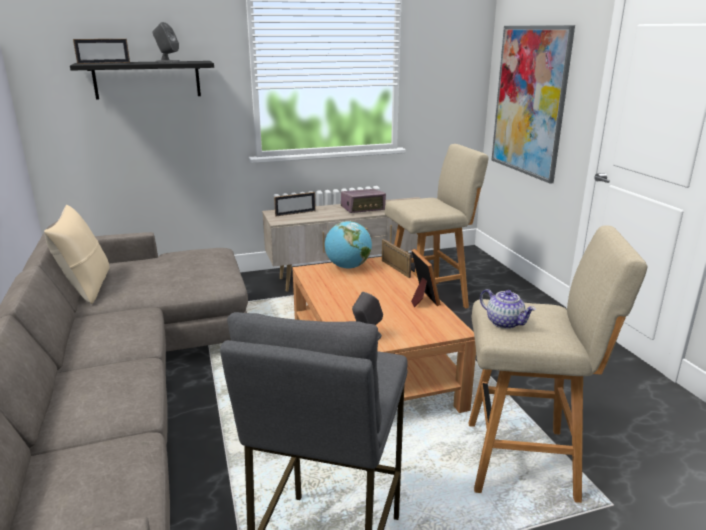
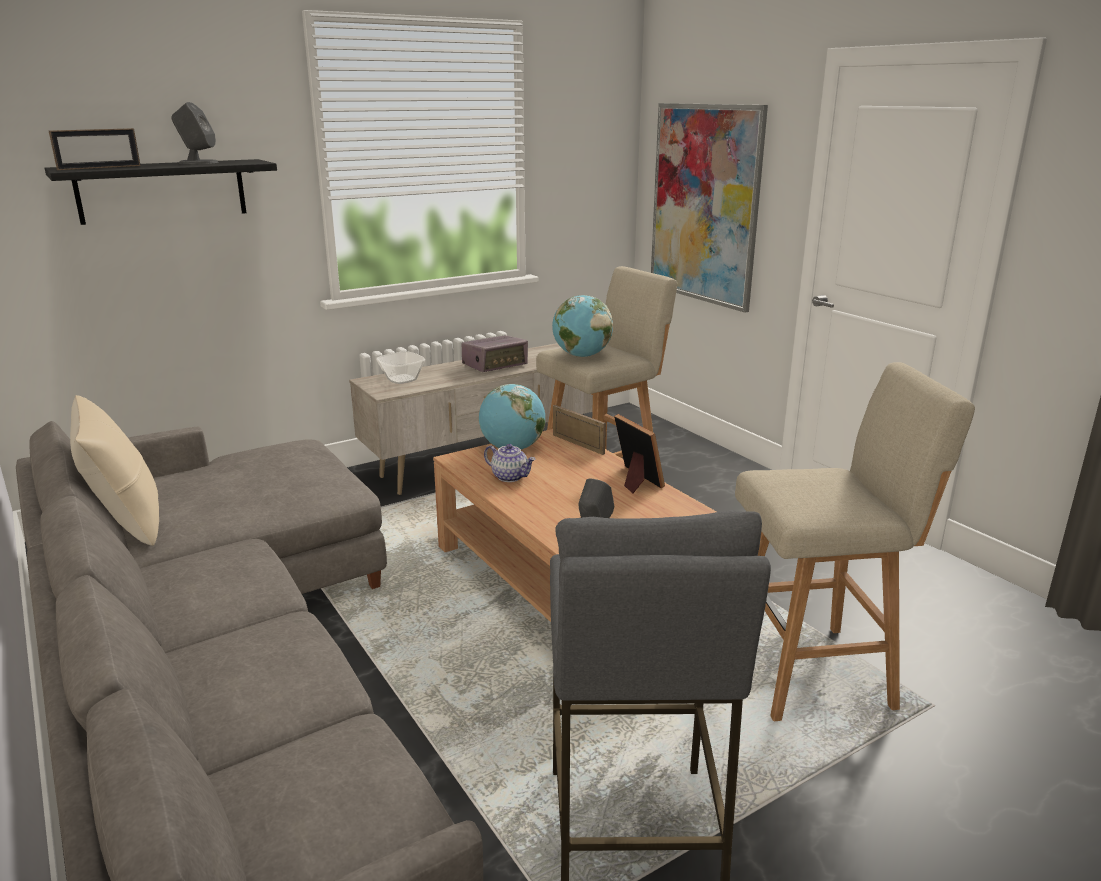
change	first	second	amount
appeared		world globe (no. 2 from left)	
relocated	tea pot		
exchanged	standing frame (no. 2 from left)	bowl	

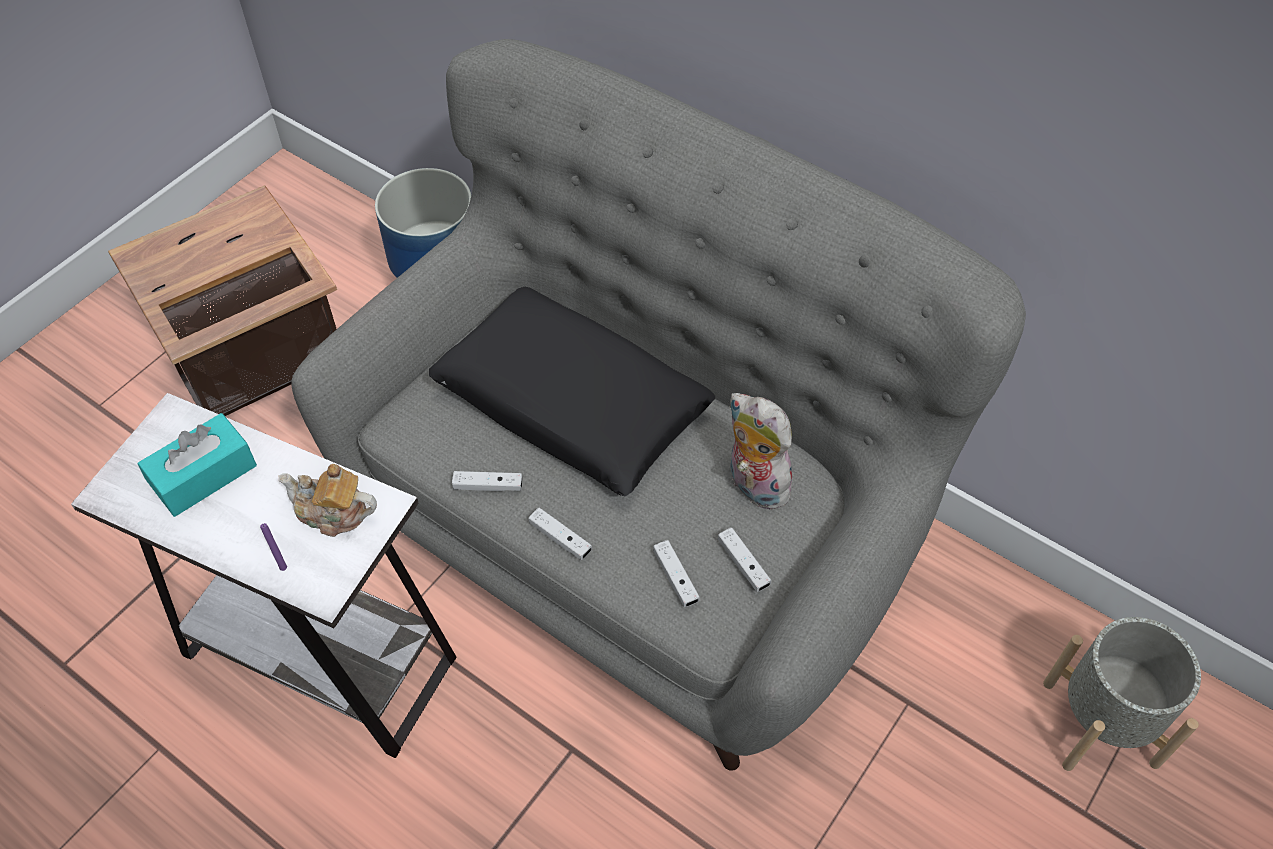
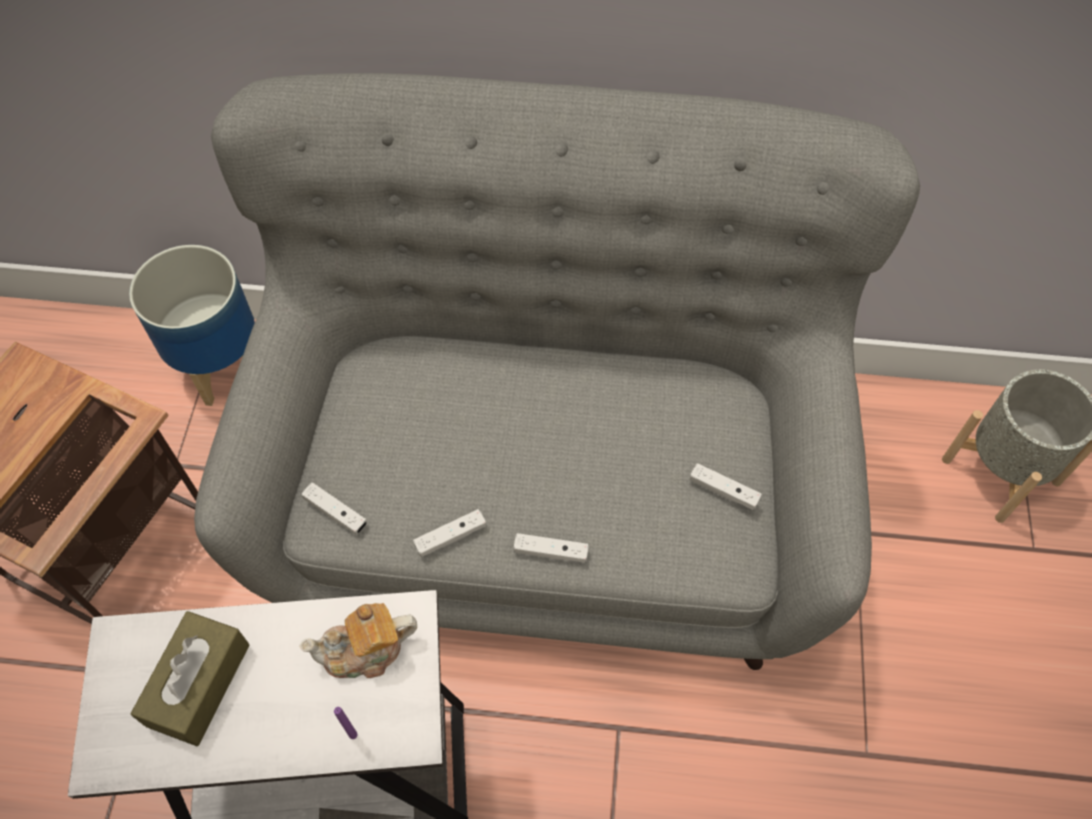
change	first	second	amount
missing	cushion in blackish		
missing	soft toy		
relocated	gamepad in whitish (no. 3 from left in the first image)	gamepad in whitish (no. 1 from left)	
colour	tissue box in blue-green	tissue box in brown	

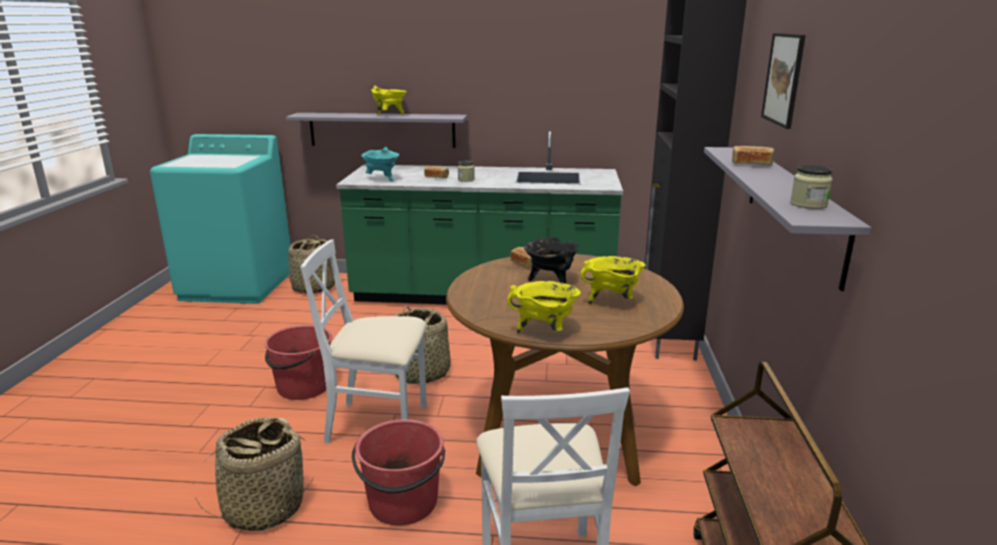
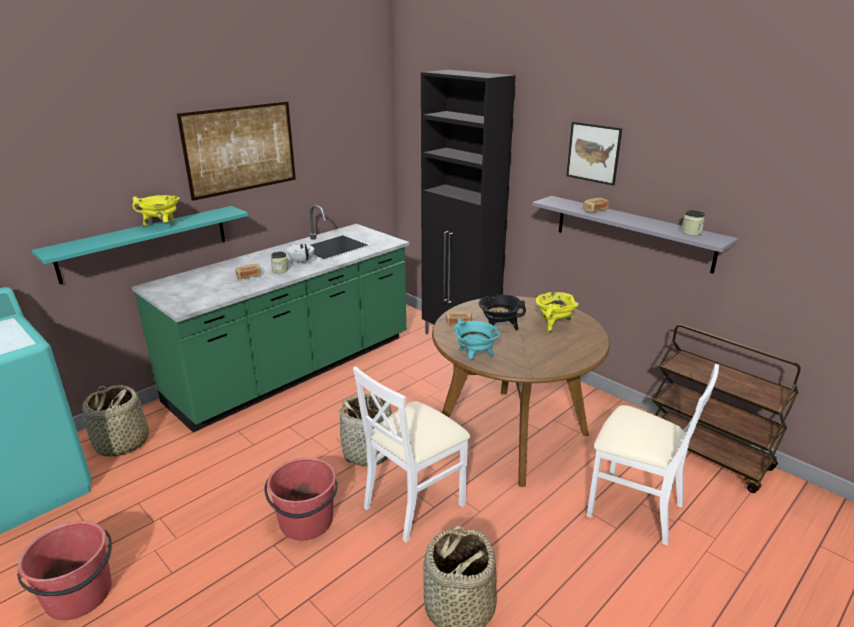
change	first	second	amount
missing	cooking pot in yellow (no. 2 from left)		
appeared		picture (no. 1 from left)	
appeared		tea pot in whitish	
relocated	water bucket in red-coloured (no. 2 from left in the first image)	water bucket in red-coloured (no. 1 from left)	
relocated	cooking pot in blue-green		
colour	bracket shelf in grey (no. 1 from left)	bracket shelf in blue-green	

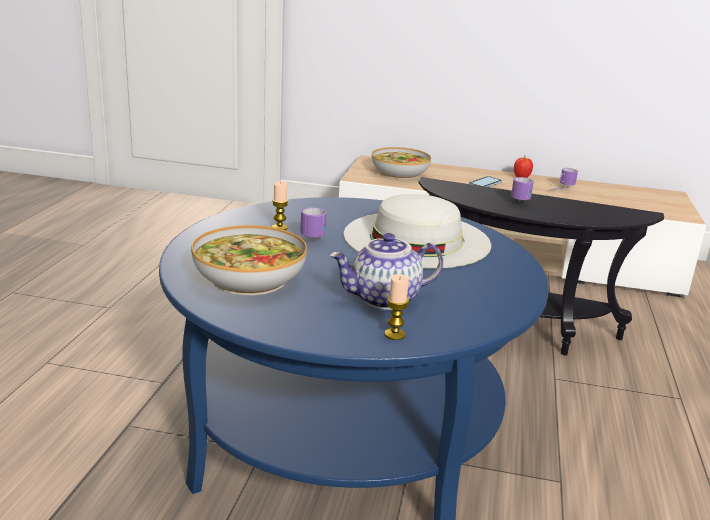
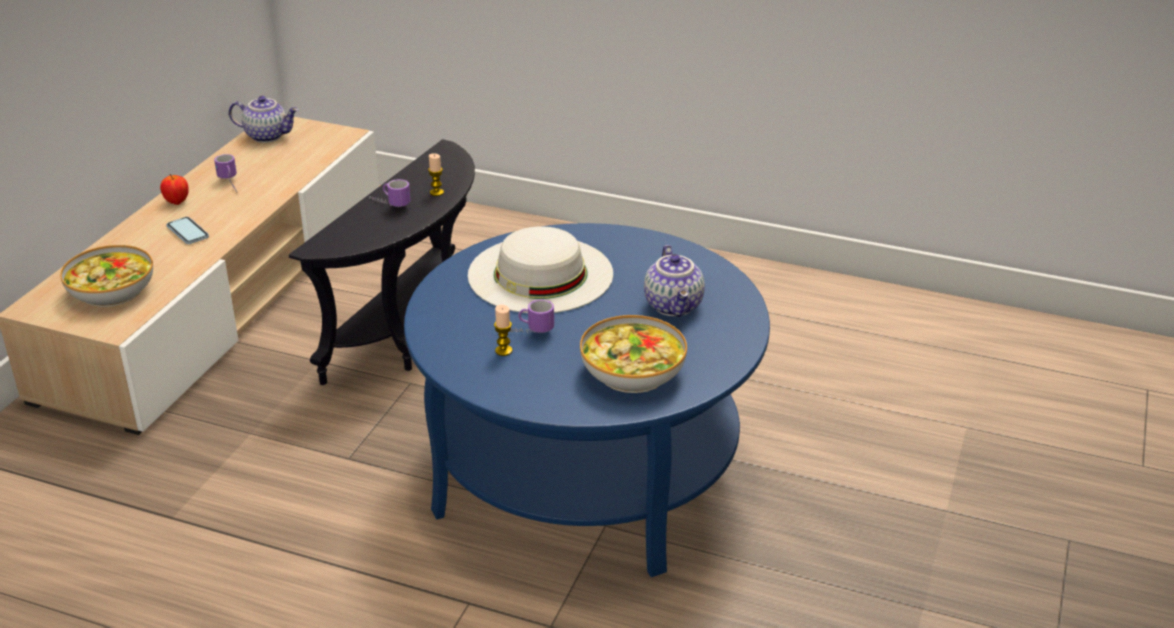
change	first	second	amount
appeared		tea pot (no. 1 from left)	
relocated	wax candle (no. 2 from left in the first image)	wax candle (no. 1 from left)	

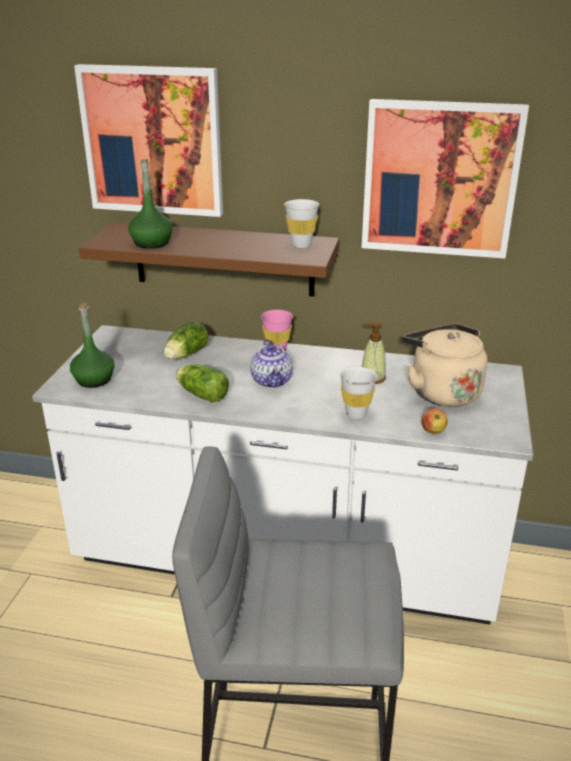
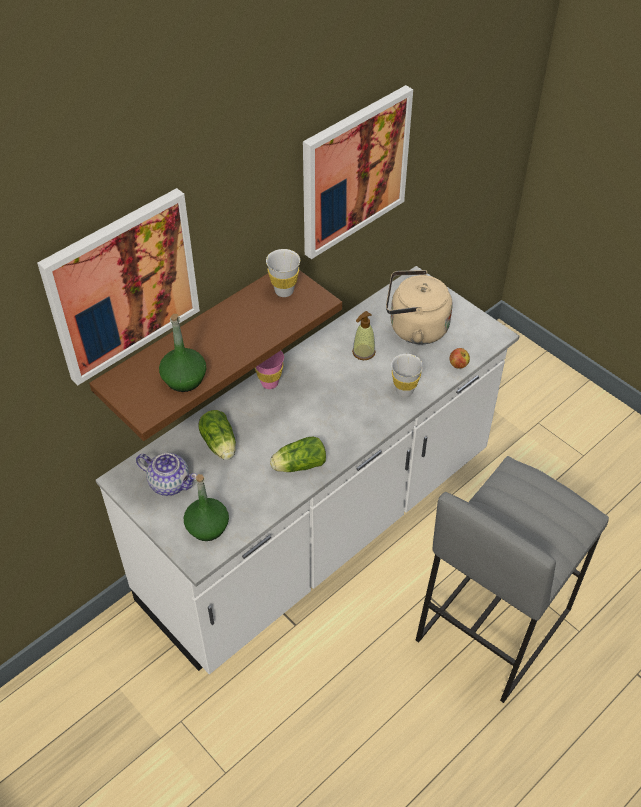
change	first	second	amount
relocated	tea pot		

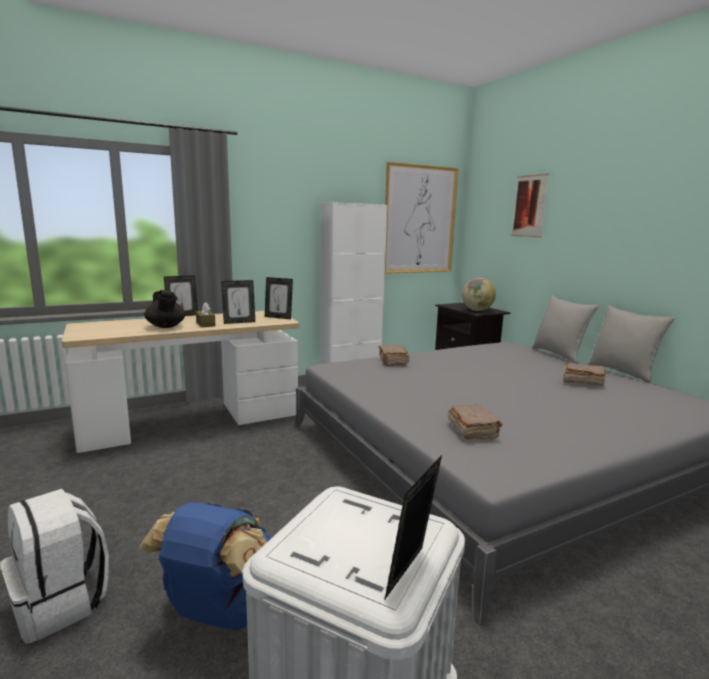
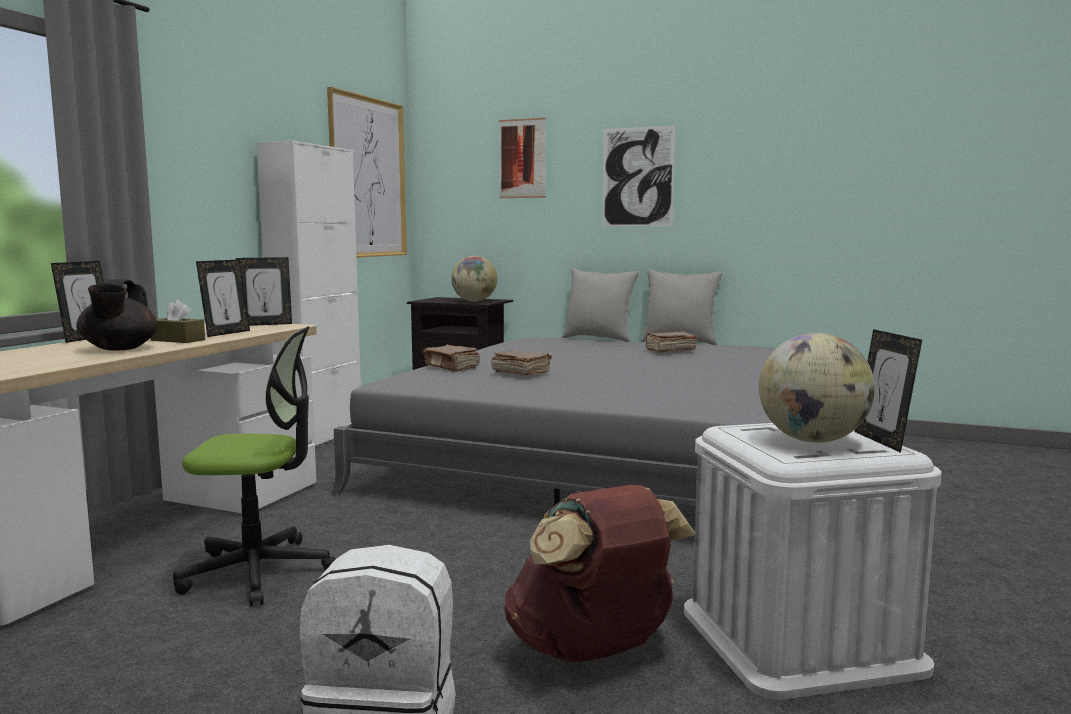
change	first	second	amount
appeared		computer chair	
appeared		picture (no. 3 from left)	
appeared		world globe (no. 2 from left)	
relocated	volume in brown (no. 2 from left)		
colour	backpack in blue	backpack in brown	
spun	tea pot in blackish		60 degrees clockwise

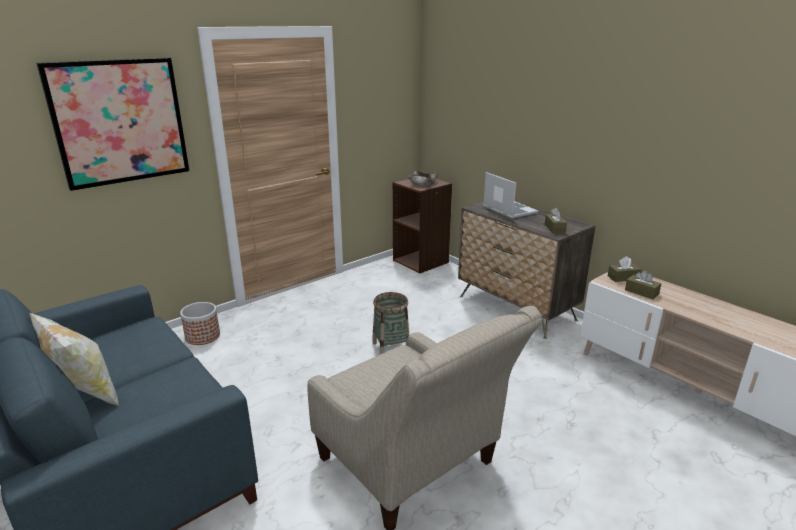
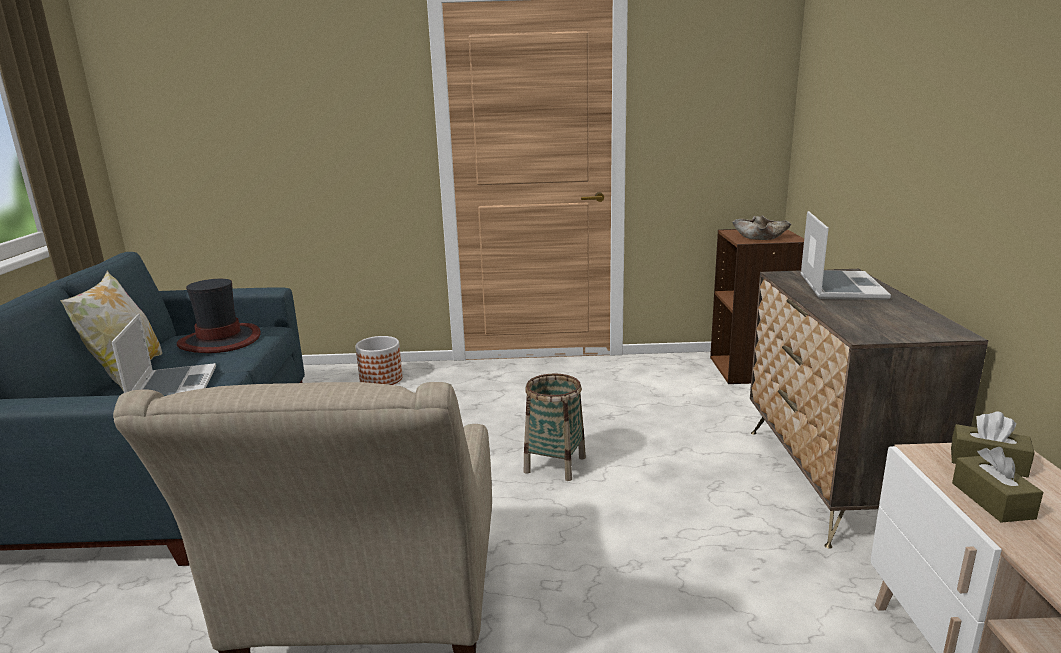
change	first	second	amount
missing	picture		
missing	tissue box in brown (no. 1 from left)		
appeared		portable computer (no. 1 from left)	
appeared		hat	

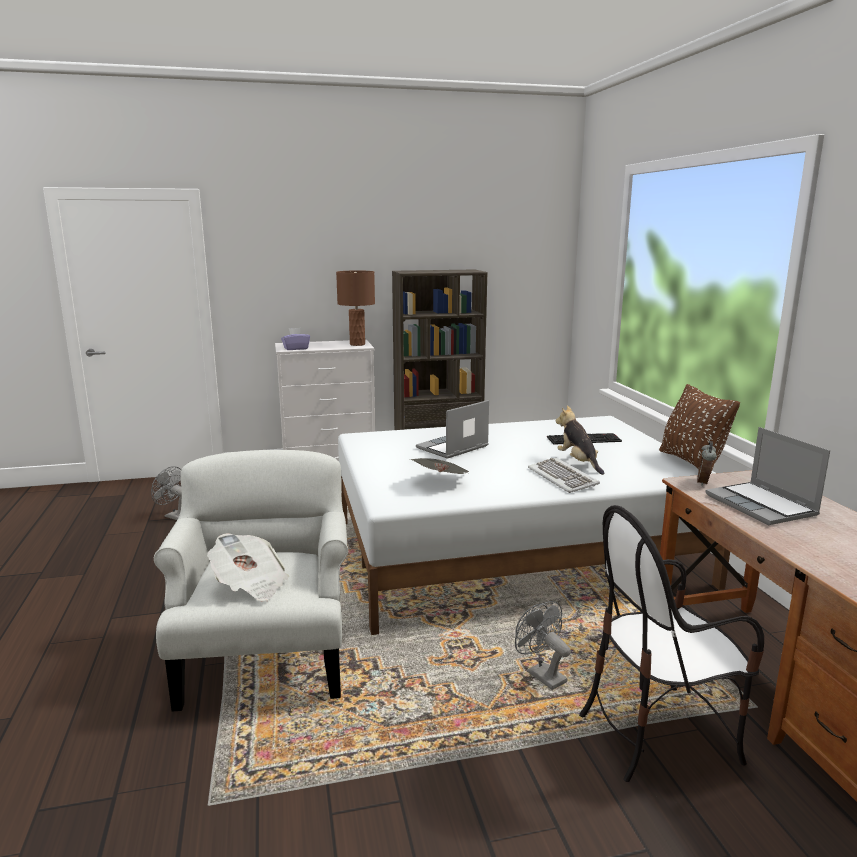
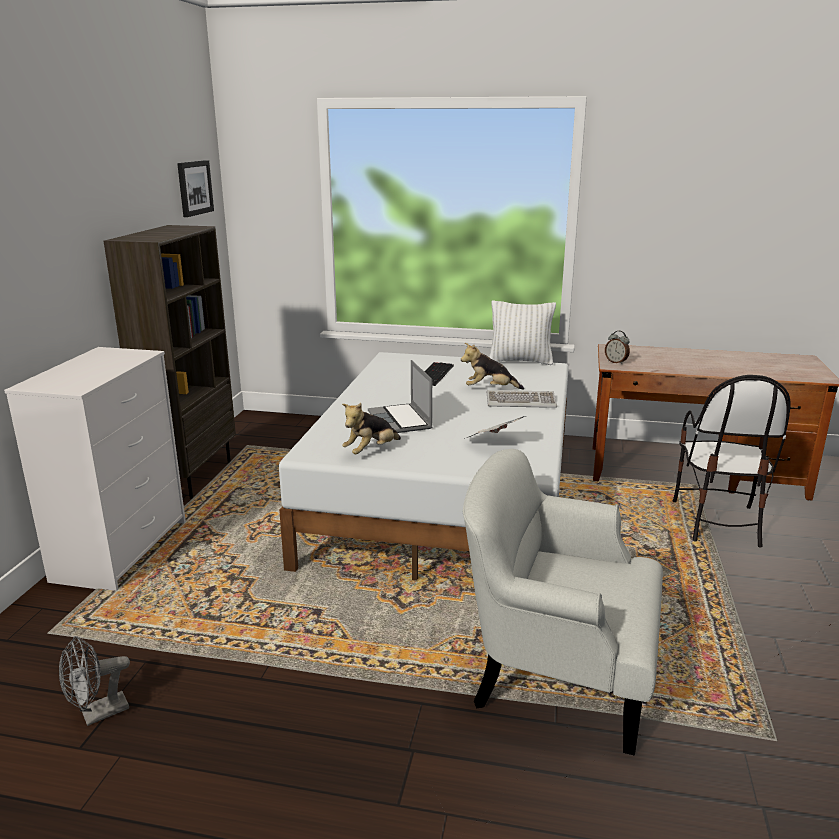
change	first	second	amount
missing	newspaper (no. 1 from left)		
missing	tissue box in purple		
missing	table lamp in brown		
missing	fan in grey (no. 2 from left)		
missing	portable computer (no. 2 from left)		
appeared		picture	
appeared		soft toy (no. 1 from left)	
colour	cushion in brown	cushion in whitish	

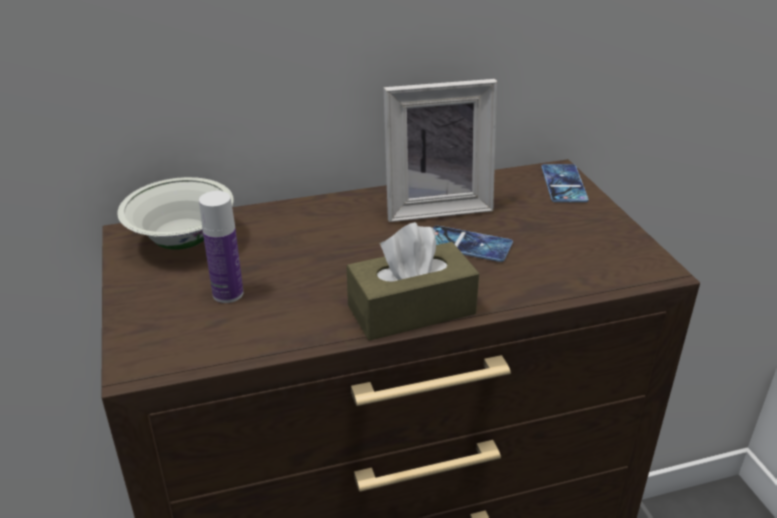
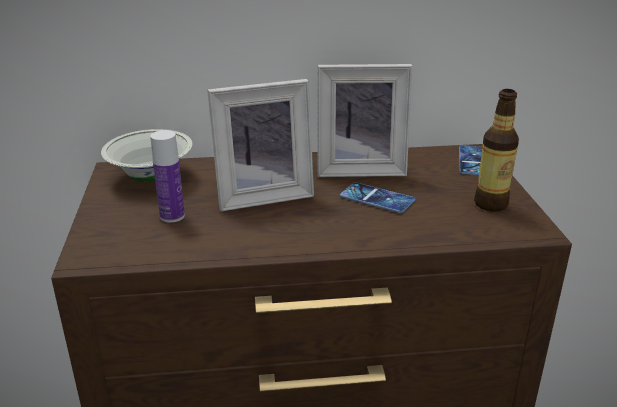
change	first	second	amount
missing	tissue box in brown		
appeared		standing frame (no. 1 from left)	
appeared		drink bottle (no. 2 from left)	

